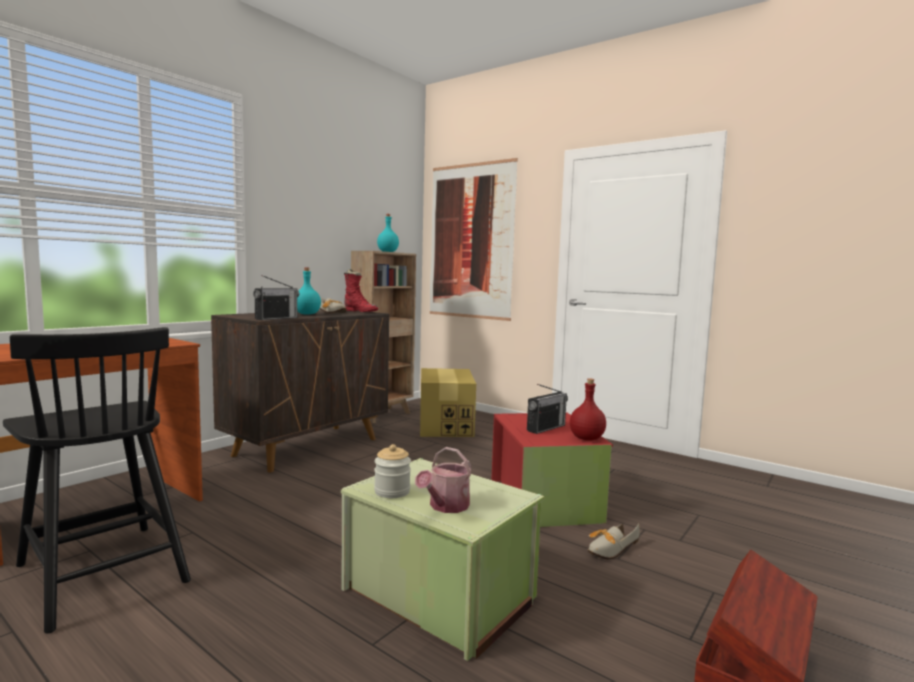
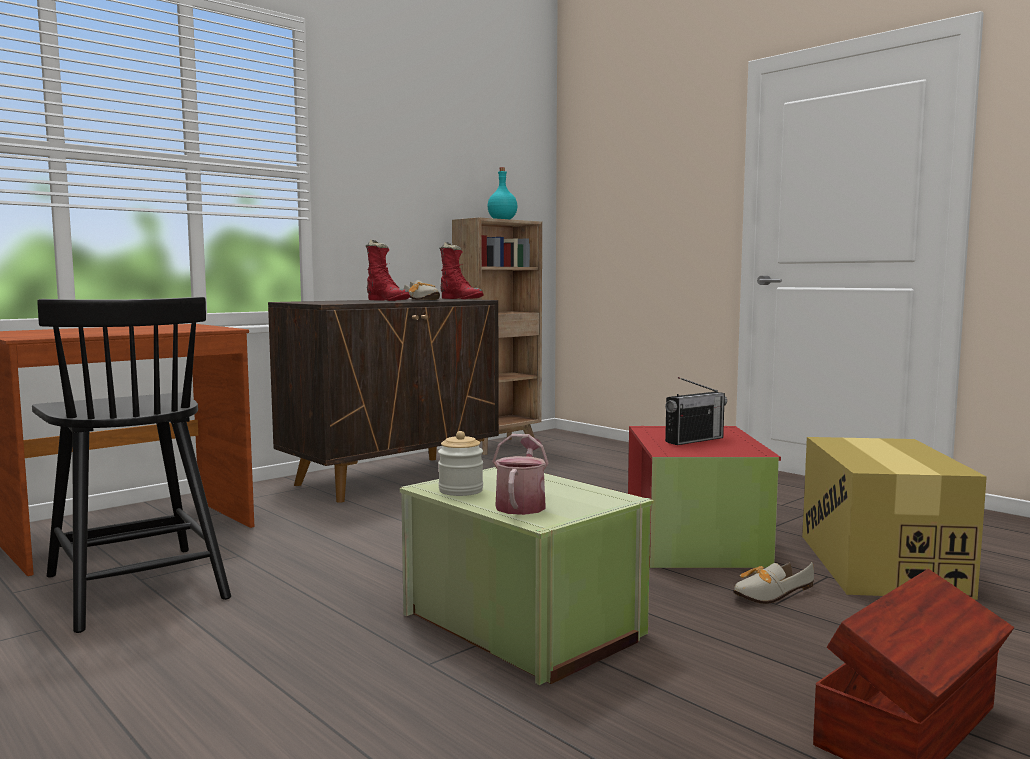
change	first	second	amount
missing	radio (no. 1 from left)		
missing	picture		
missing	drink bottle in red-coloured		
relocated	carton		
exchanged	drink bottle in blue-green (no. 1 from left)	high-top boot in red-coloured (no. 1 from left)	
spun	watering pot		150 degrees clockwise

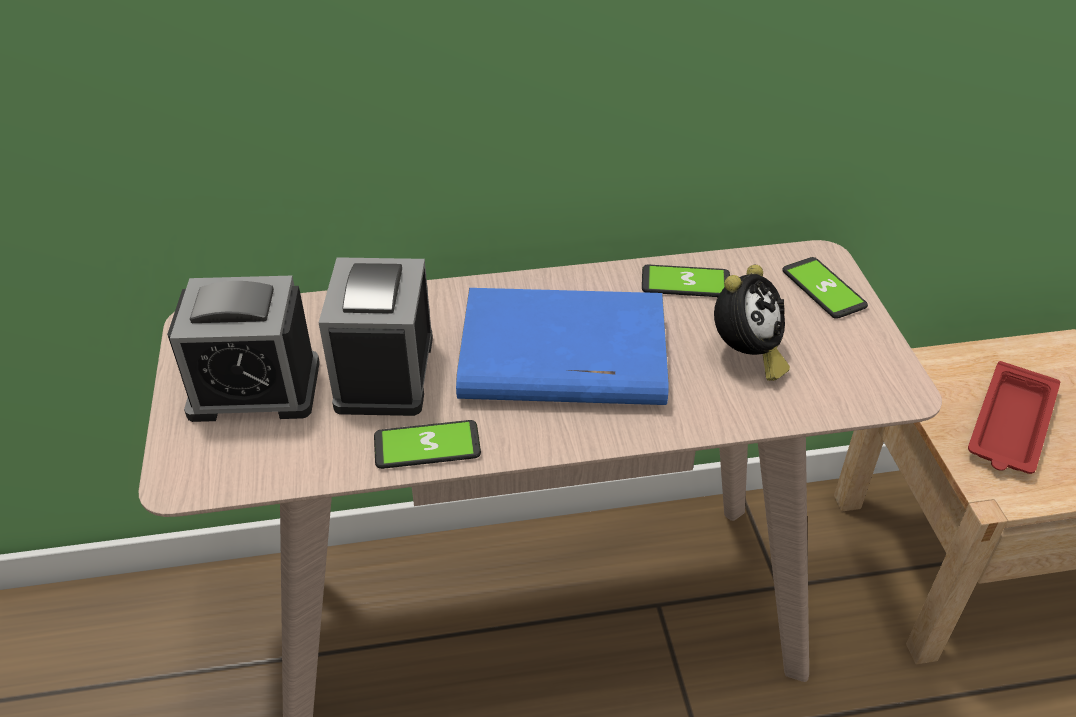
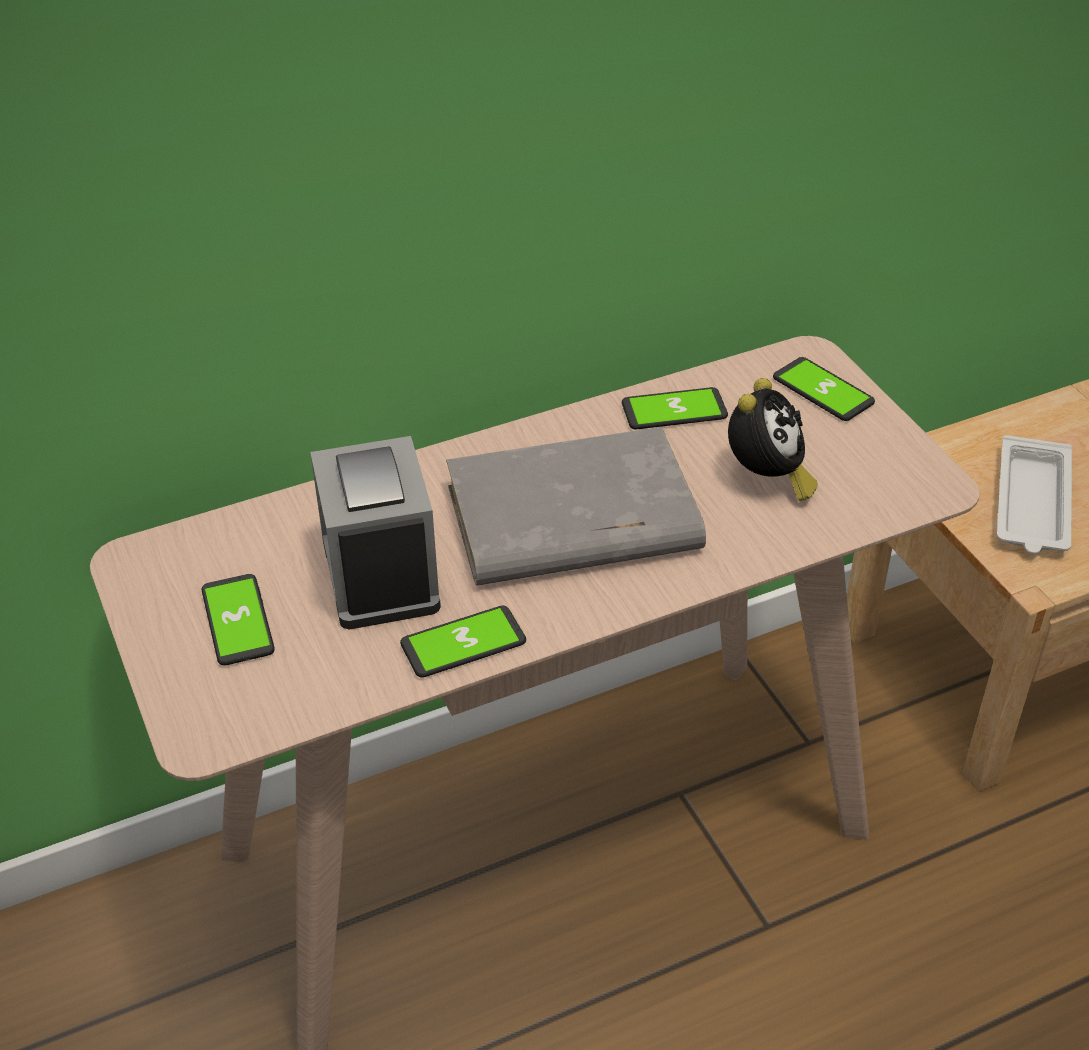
change	first	second	amount
exchanged	alarm clock (no. 1 from left)	phone (no. 1 from left)	
colour	volume in blue	volume in grey	
colour	carrying tray in red-coloured	carrying tray in whitish	

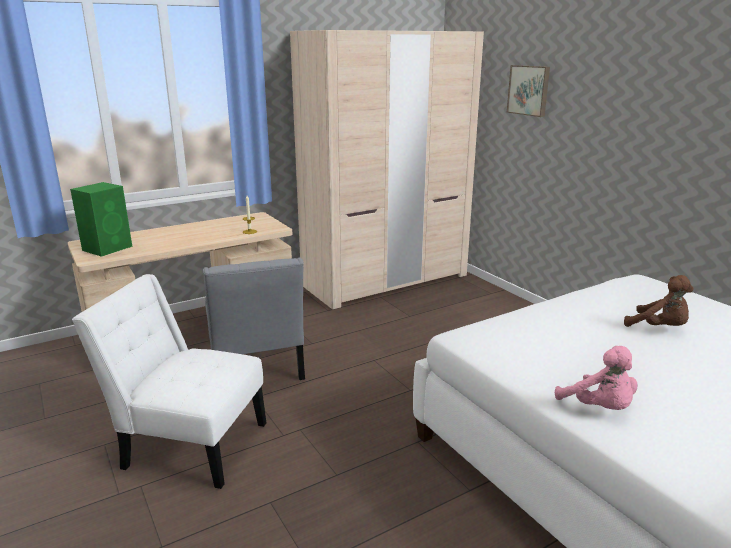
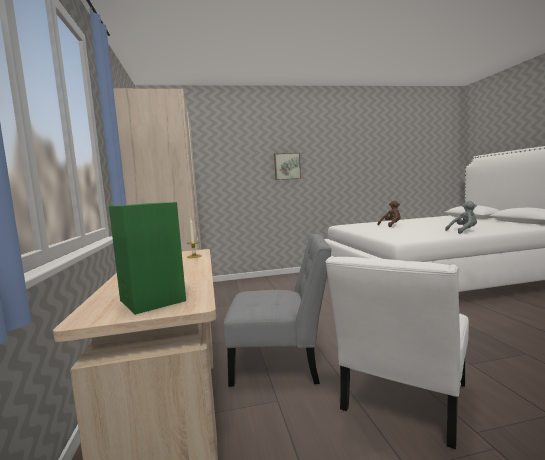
change	first	second	amount
relocated	picture		
colour	soft toy in pink	soft toy in grey	

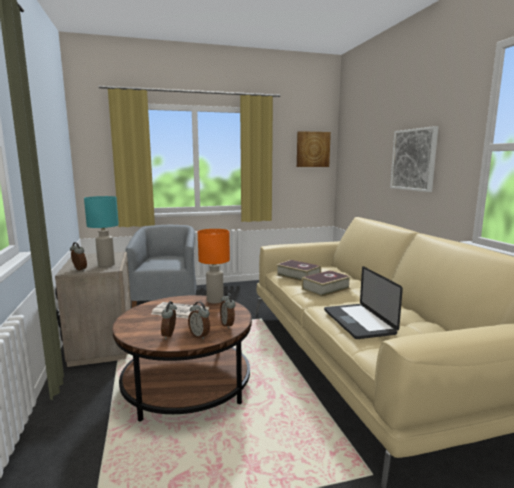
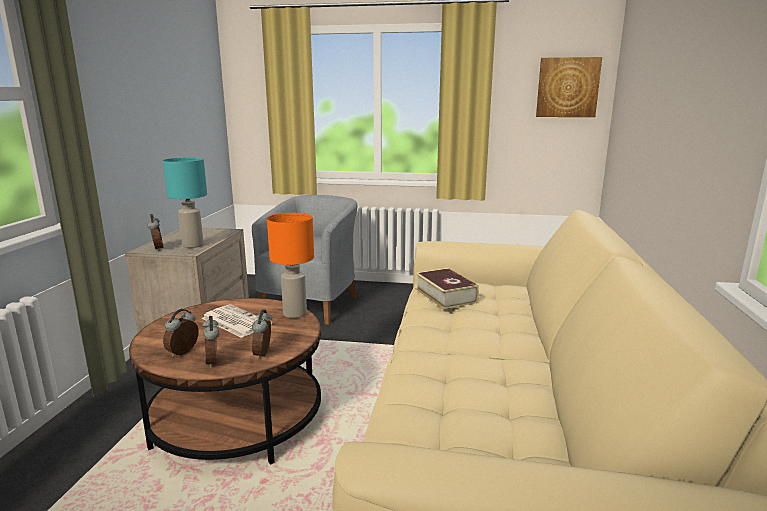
change	first	second	amount
missing	volume (no. 2 from left)		
missing	portable computer		
missing	picture (no. 2 from left)		

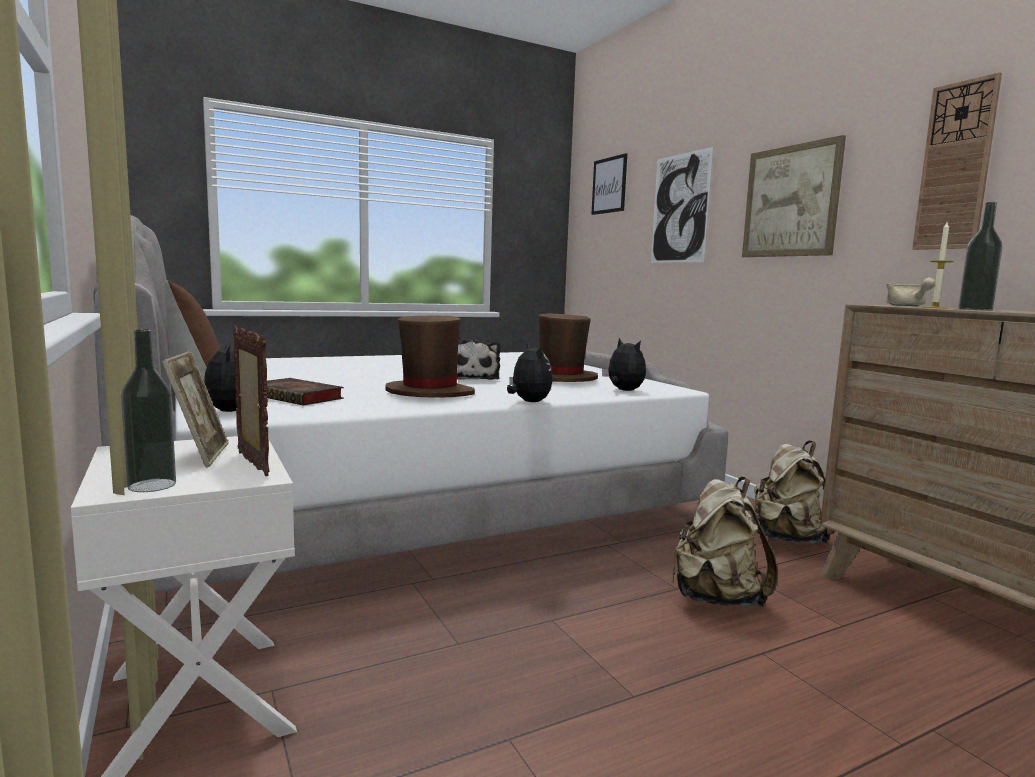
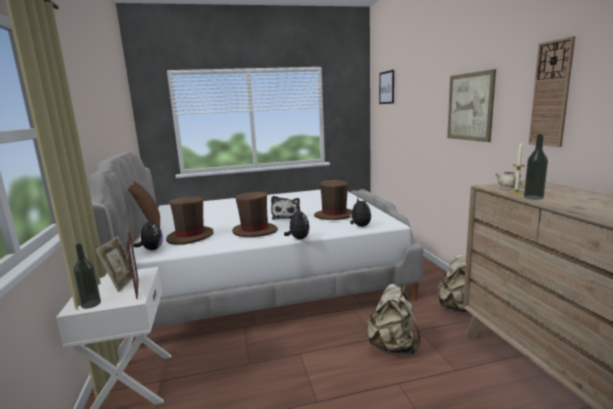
change	first	second	amount
missing	picture (no. 2 from left)		
exchanged	volume	hat in brown (no. 1 from left)	

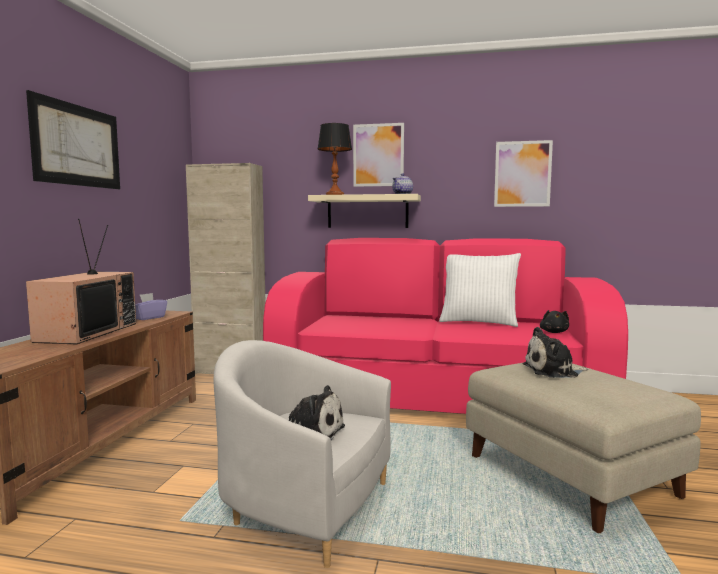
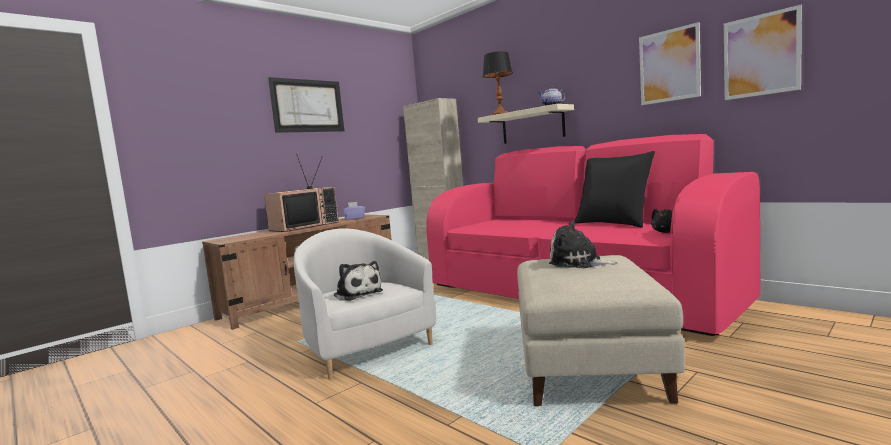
change	first	second	amount
relocated	picture (no. 2 from left in the first image)	picture (no. 3 from left)	
colour	cushion in whitish	cushion in blackish	

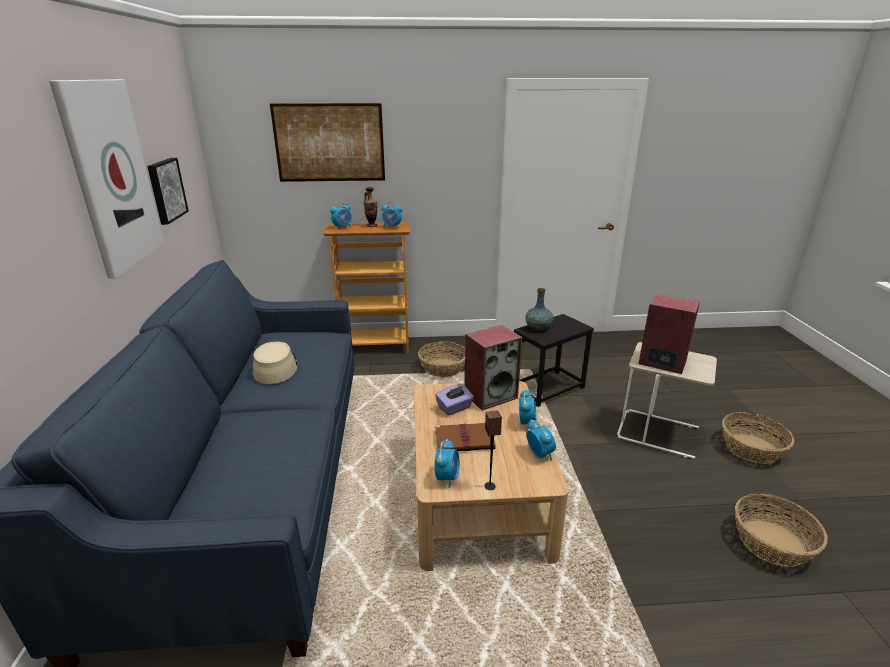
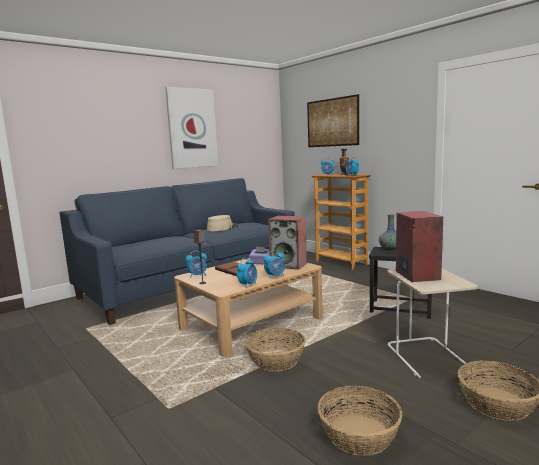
change	first	second	amount
missing	picture (no. 2 from left)		
relocated	basket (no. 1 from left)		

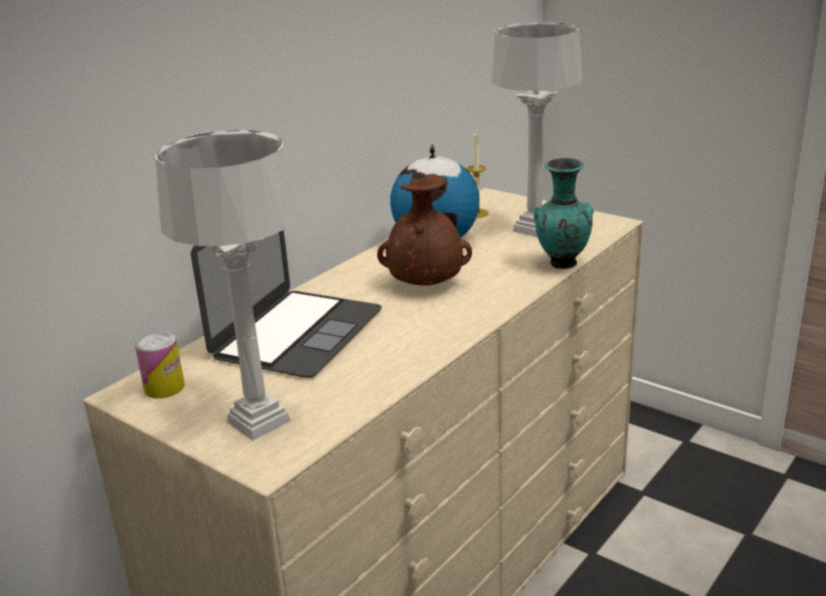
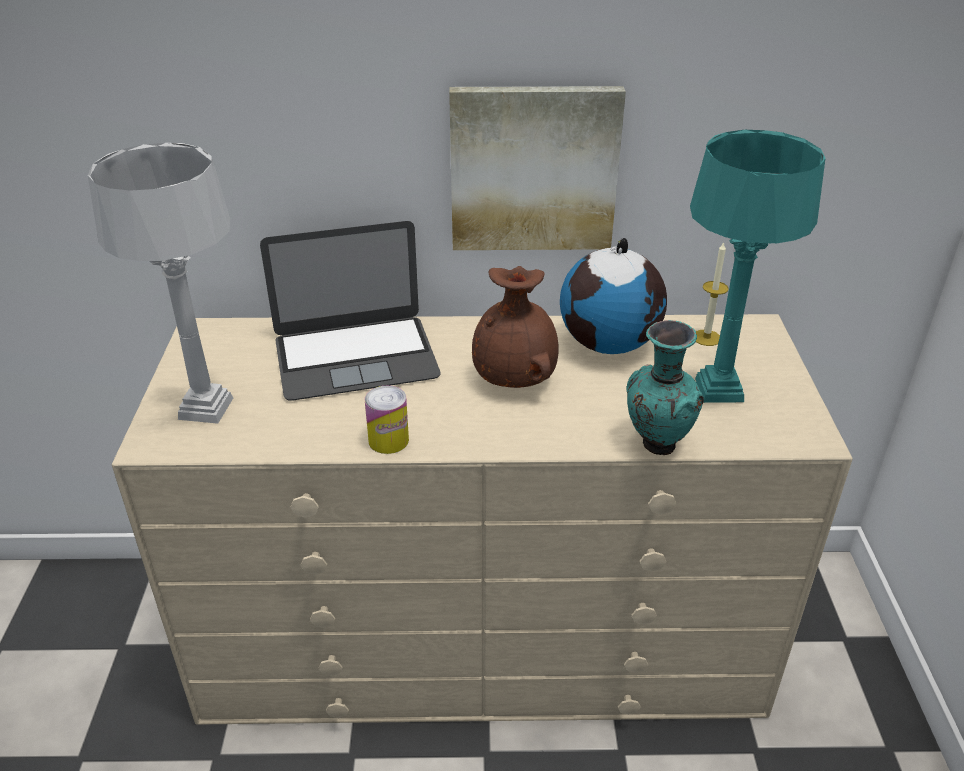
change	first	second	amount
appeared		picture	
relocated	can		
colour	table lamp in grey (no. 2 from left)	table lamp in blue-green	

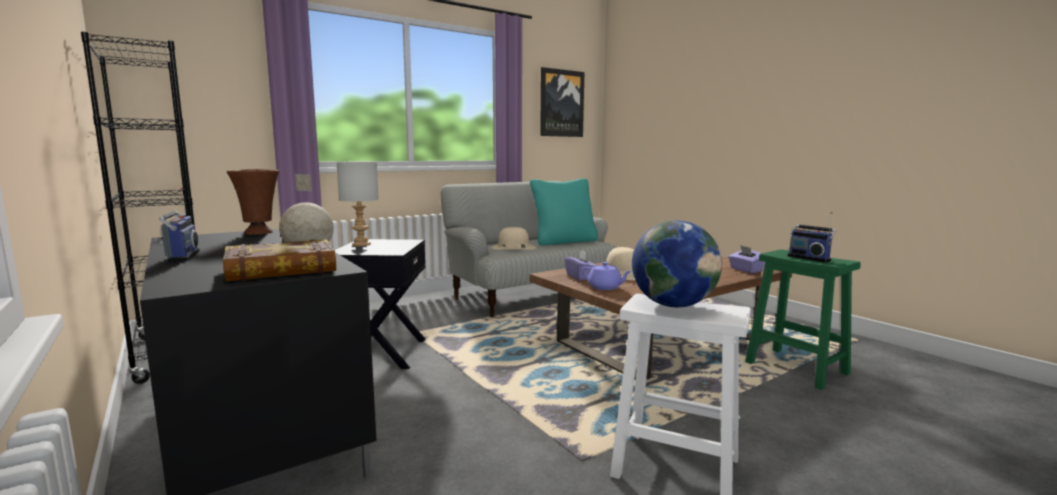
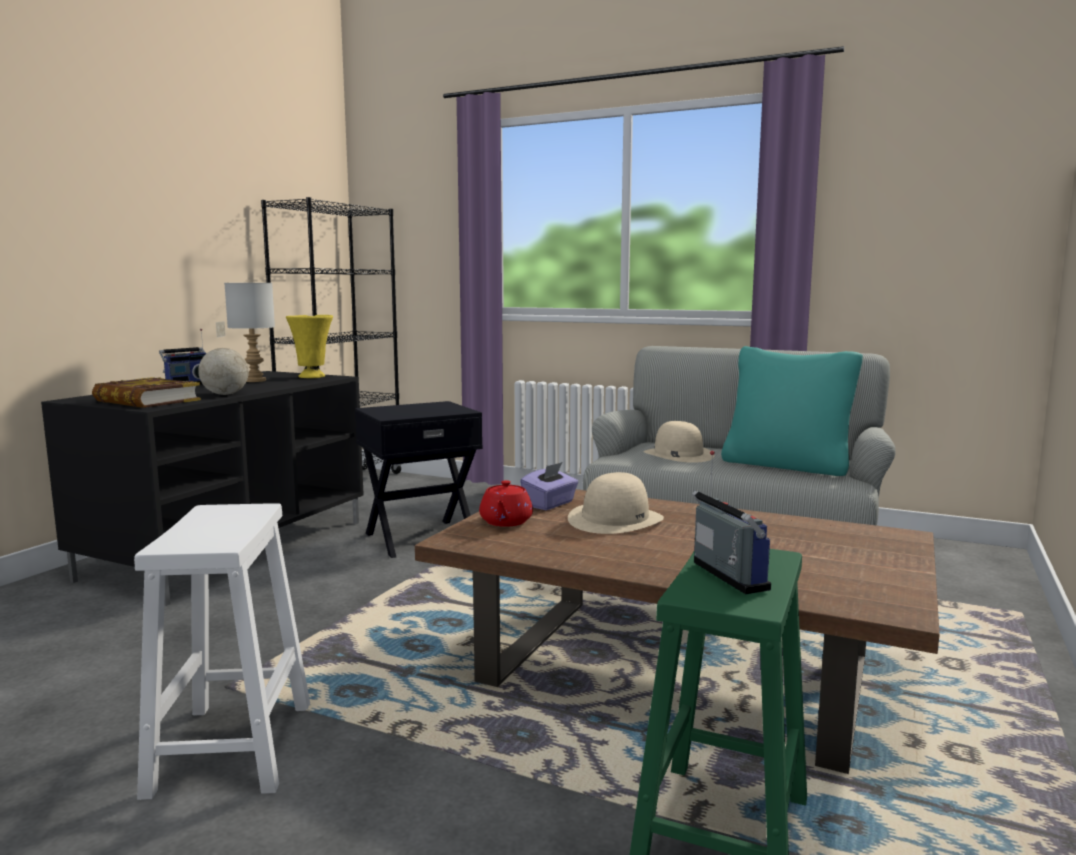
change	first	second	amount
missing	picture		
missing	world globe (no. 2 from left)		
missing	tissue box in purple (no. 2 from left)		
relocated	table lamp in grey		
colour	decorative vase in brown	decorative vase in yellow	
colour	tea pot in purple	tea pot in red-coloured	
spun	radio (no. 2 from left)		135 degrees clockwise

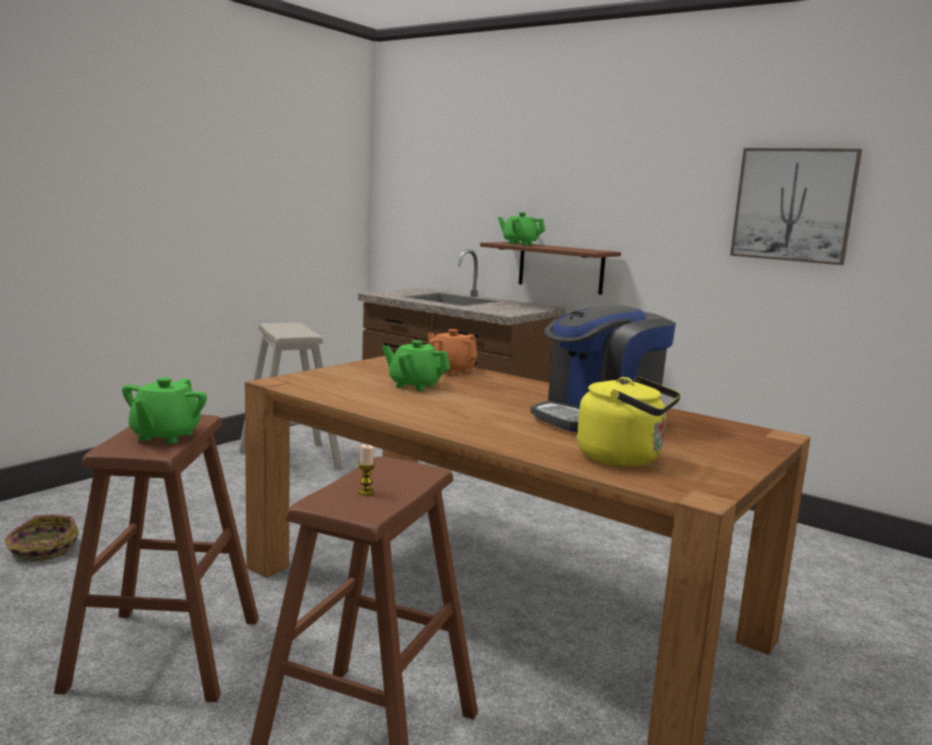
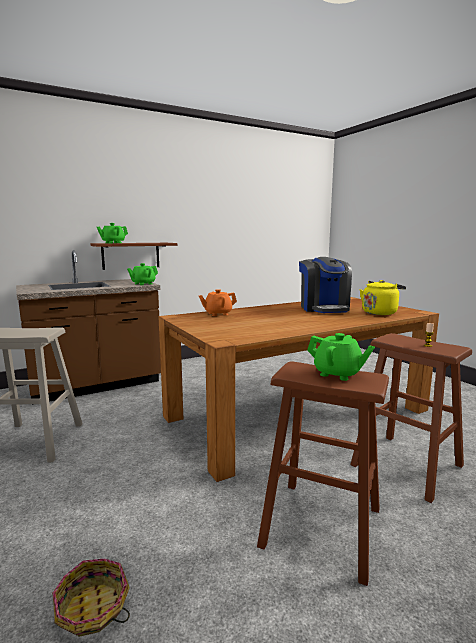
change	first	second	amount
missing	picture		
relocated	tea pot in green-coloured (no. 2 from left)		

